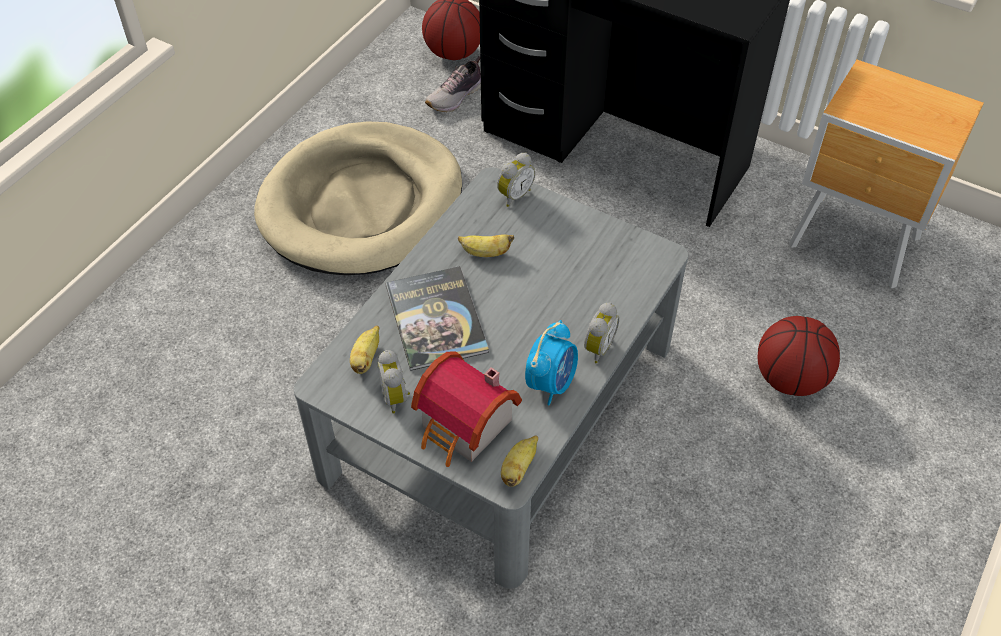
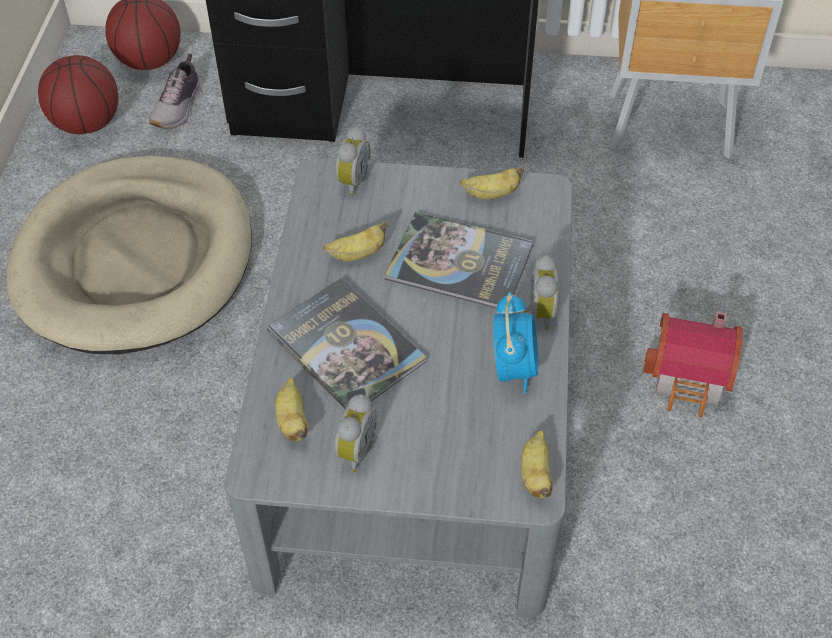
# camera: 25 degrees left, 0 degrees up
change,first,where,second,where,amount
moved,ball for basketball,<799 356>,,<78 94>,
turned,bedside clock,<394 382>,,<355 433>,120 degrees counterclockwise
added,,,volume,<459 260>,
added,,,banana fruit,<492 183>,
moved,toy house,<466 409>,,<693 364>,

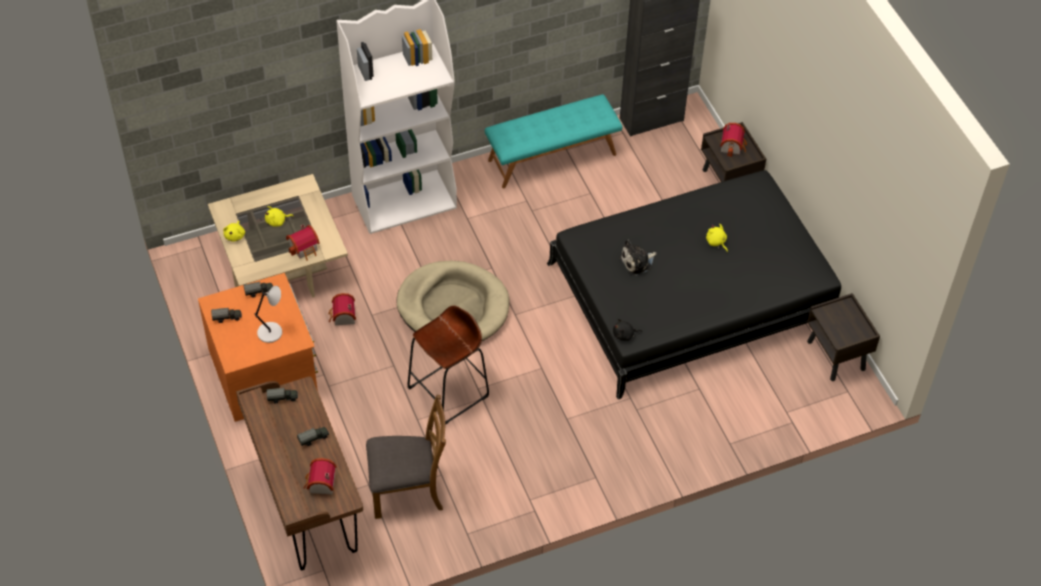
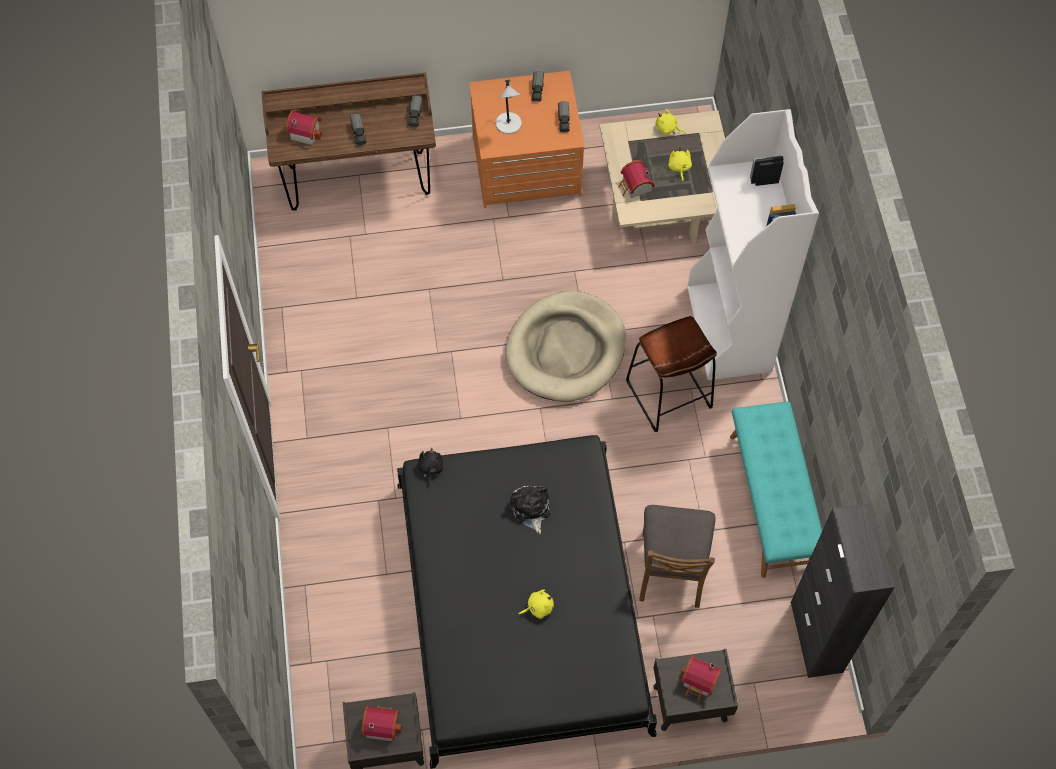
# camera: 105 degrees right, 10 degrees up
change,first,where,second,where,amount
moved,toy house,<342 309>,,<382 724>,
moved,stool seat in brown-coloured,<448 365>,,<671 374>,
moved,plain chair in brown-coloured,<406 457>,,<677 556>,

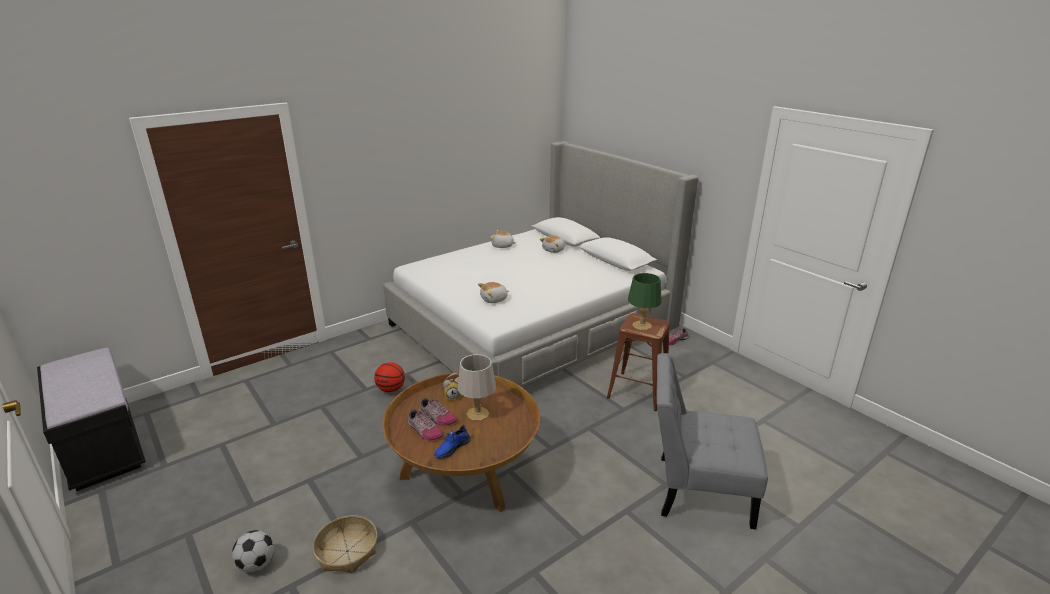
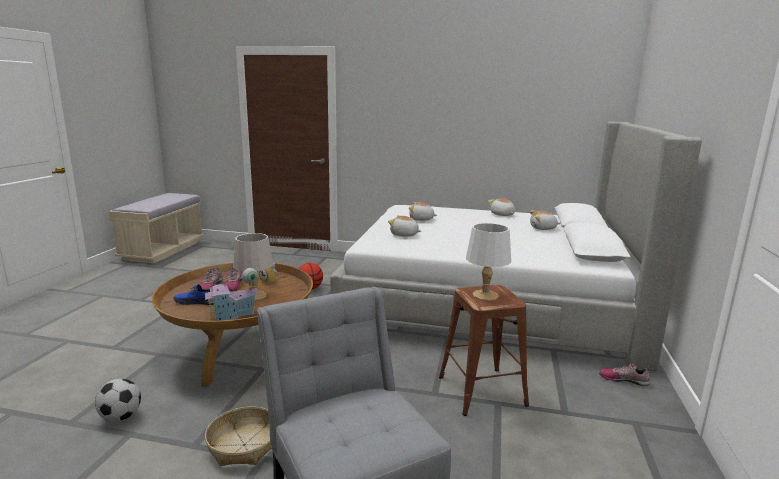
# camera: 50 degrees right, 10 degrees down
change,first,where,second,where,amount
moved,ball for football,<253 551>,,<118 400>,
recoloured,indoor bench in blackish,<91 419>,indoor bench in sand-coloured,<156 228>,
added,,,toy house,<231 294>,
moved,basket,<345 544>,,<238 436>,
added,,,plush toy,<423 211>,
recoloured,tabletop lamp in greenish,<645 301>,tabletop lamp in white,<488 262>,

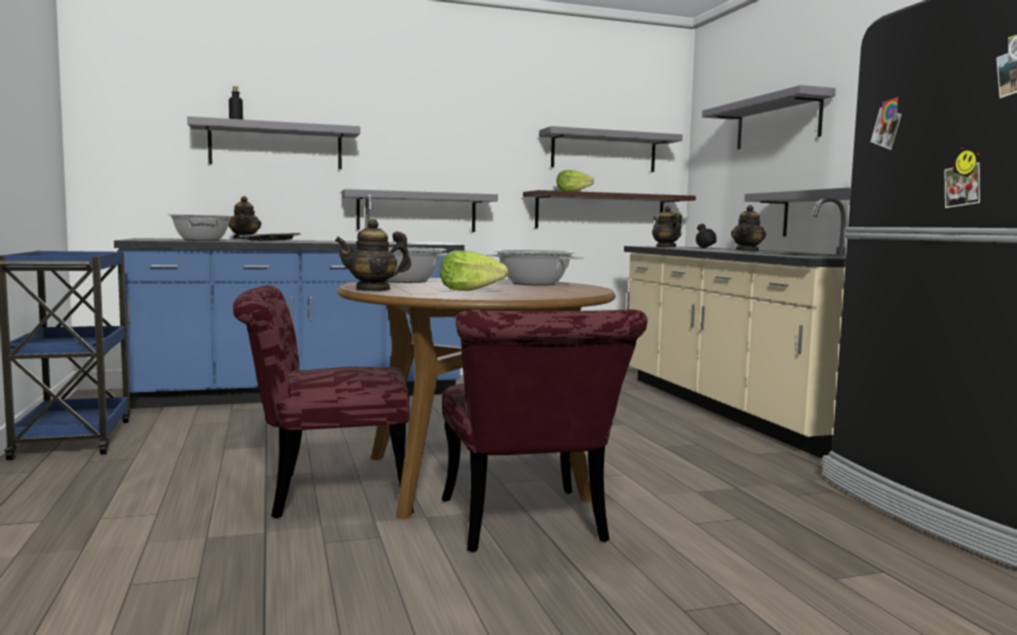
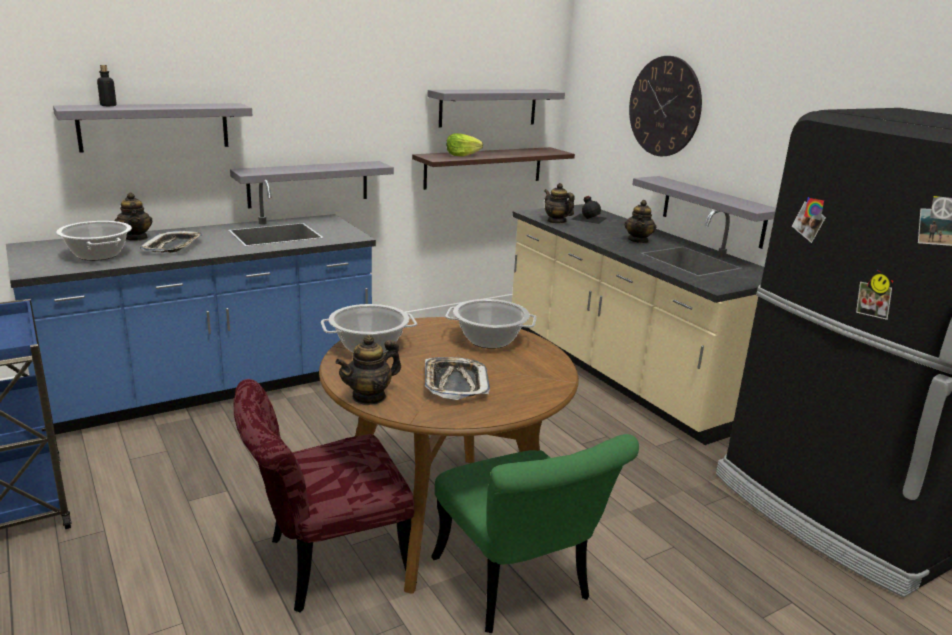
# camera: 15 degrees left, 15 degrees up
change,first,where,second,where,amount
replaced,lettuce head,<474 270>,serving tray,<457 378>,
recoloured,plain chair in red,<545 431>,plain chair in greenish,<535 533>,
replaced,bracket shelf in greyish,<769 117>,clock on the wall,<665 106>,

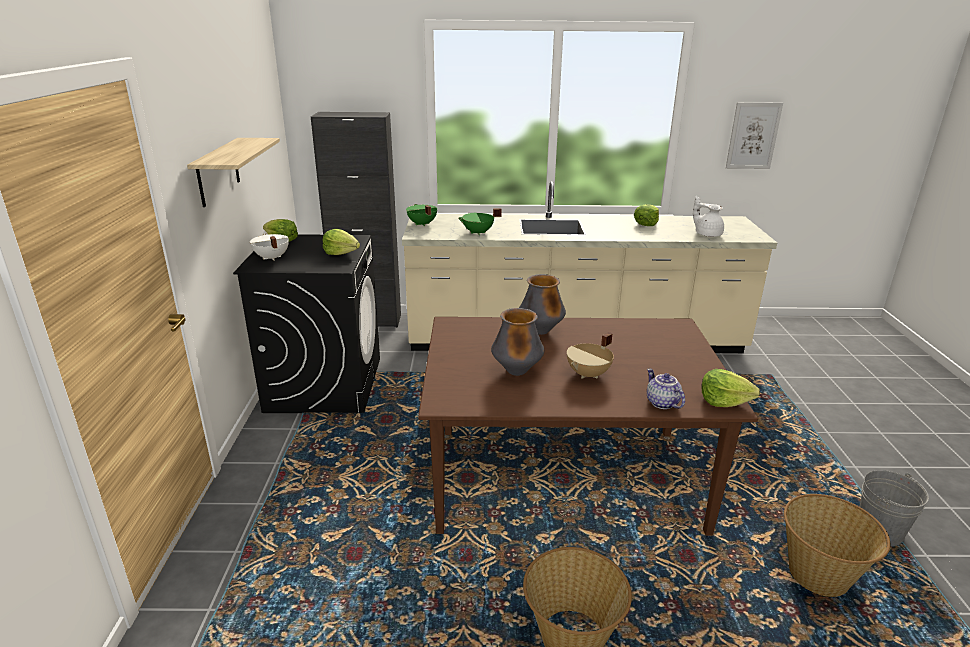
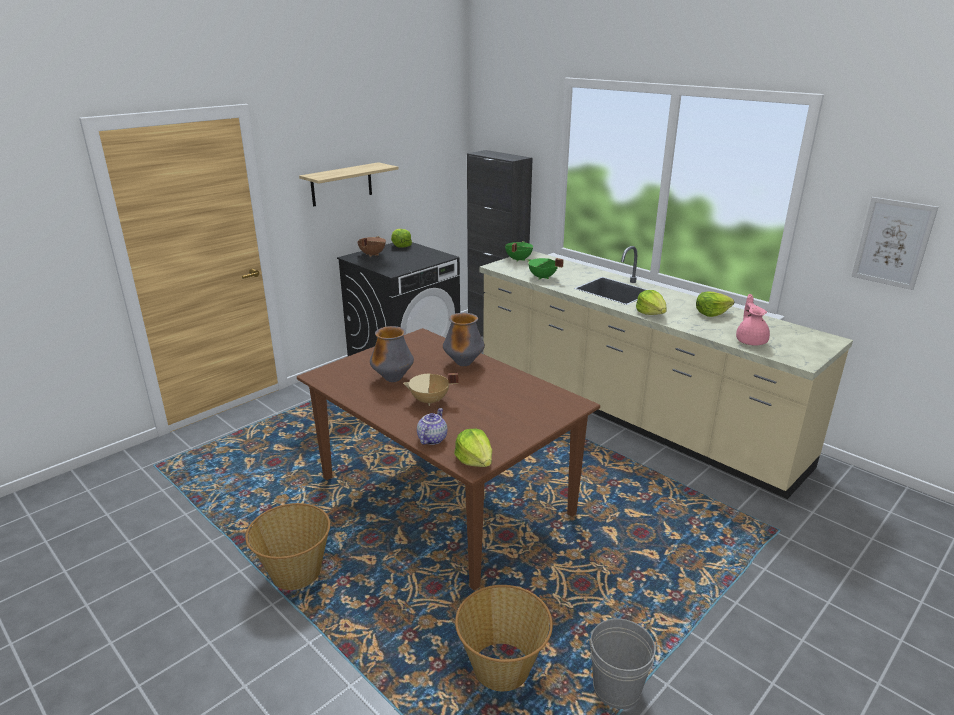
# camera: 45 degrees right, 0 degrees up
change,first,where,second,where,amount
recoloured,cooking pot in white,<269 247>,cooking pot in brown-coloured,<372 246>,
moved,lettuce head,<341 242>,,<651 302>,
recoloured,teapot in white,<708 216>,teapot in pinkish,<753 320>,

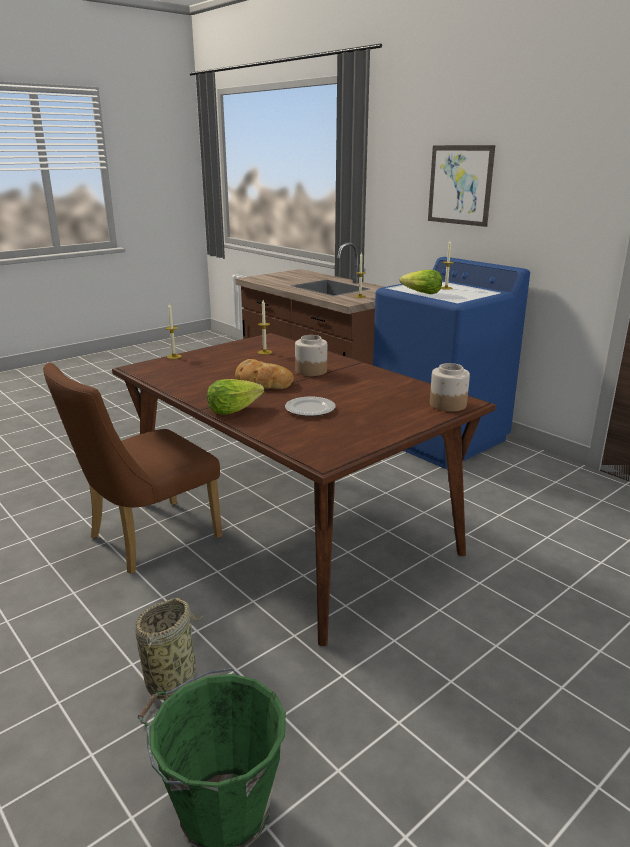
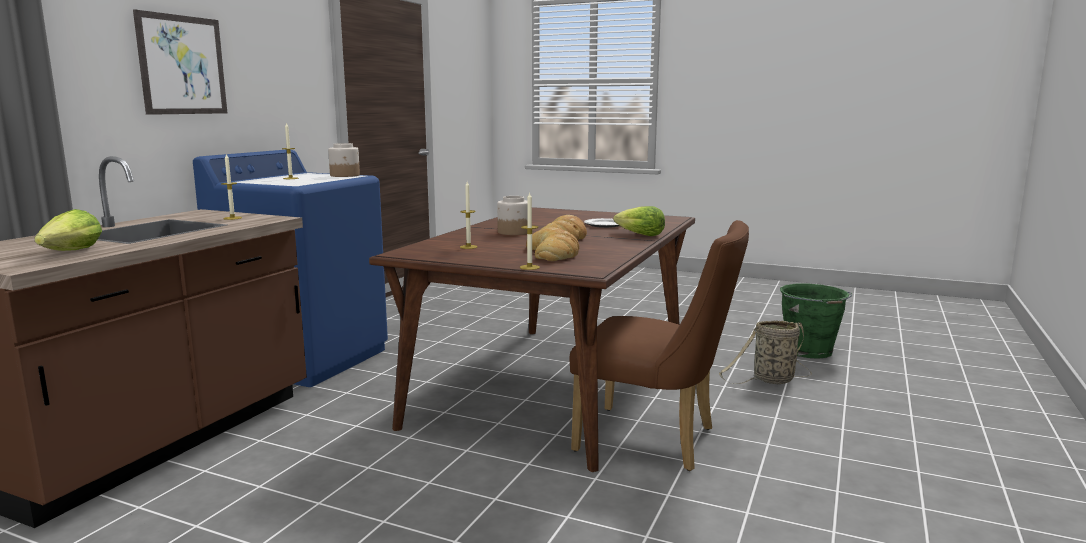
# camera: 115 degrees left, 10 degrees down
change,first,where,second,where,amount
moved,lettuce head,<421 282>,,<68 230>,
moved,preserve jar,<450 387>,,<344 160>,
added,,,bakery bread,<552 244>,

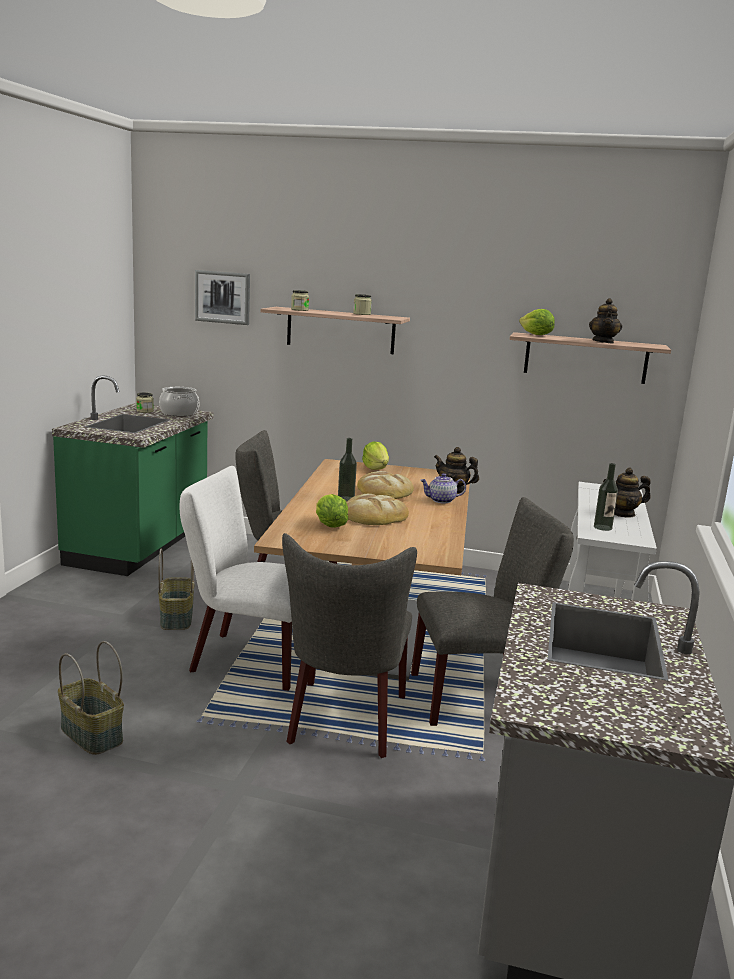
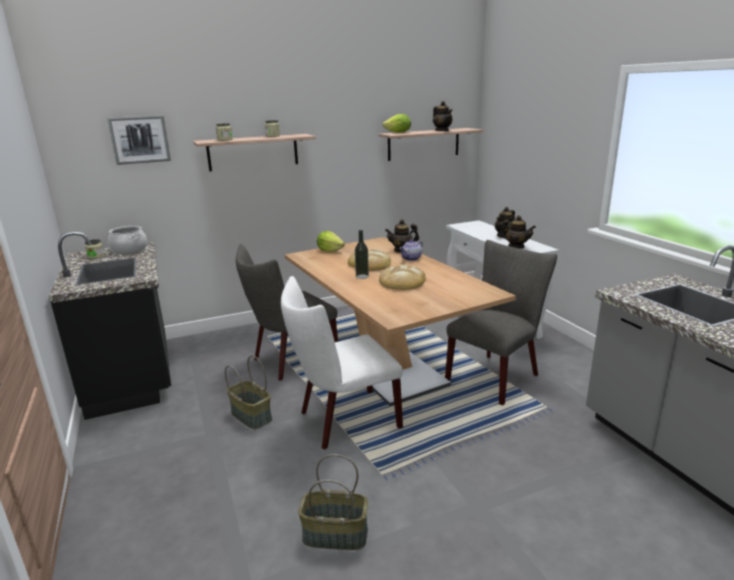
# camera: 35 degrees left, 5 degrees up
change,first,where,second,where,amount
recoloured,kitchen base unit in greenish,<133 475>,kitchen base unit in blackish,<110 326>,
replaced,beverage bottle,<606 497>,teapot,<518 232>,
removed,plain chair in greyish,<349 645>,,,
removed,lettuce head,<332 511>,,,

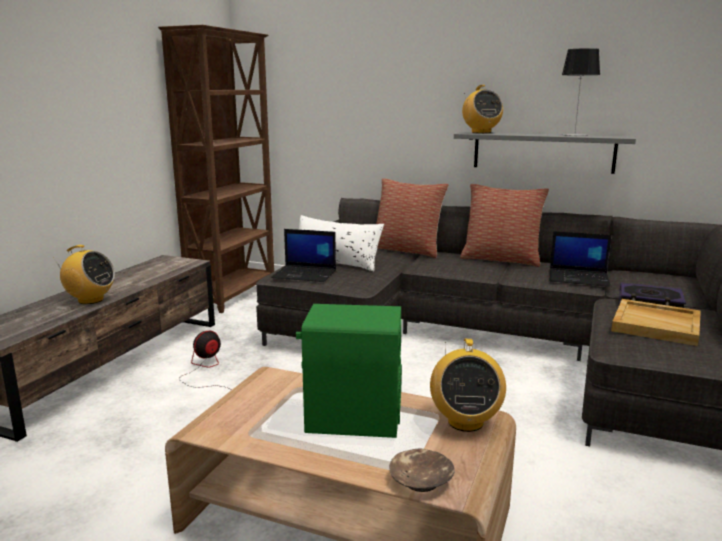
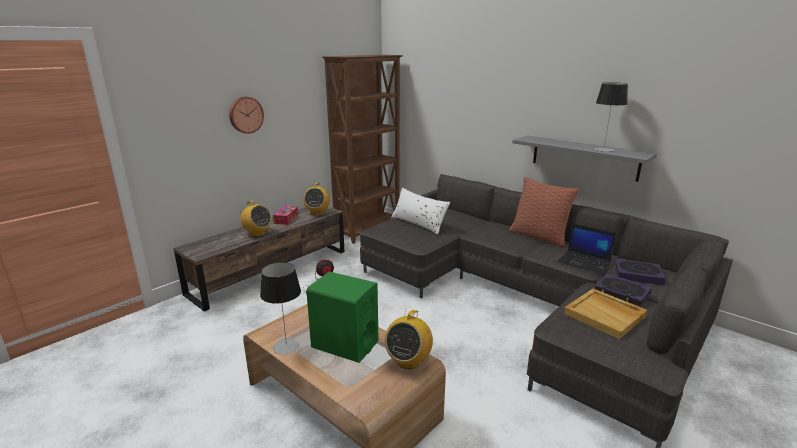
# camera: 20 degrees right, 5 degrees up
change,first,where,second,where,amount
added,,,clock on the wall,<246 115>,
added,,,tabletop lamp,<280 308>,
added,,,box of tissues,<285 215>,
moved,radio receiver,<482 109>,,<316 199>,
added,,,volume,<640 272>,
removed,portable computer,<303 255>,,,
removed,pillow,<412 218>,,,
removed,serving bowl in brown-coloured,<421 470>,,,

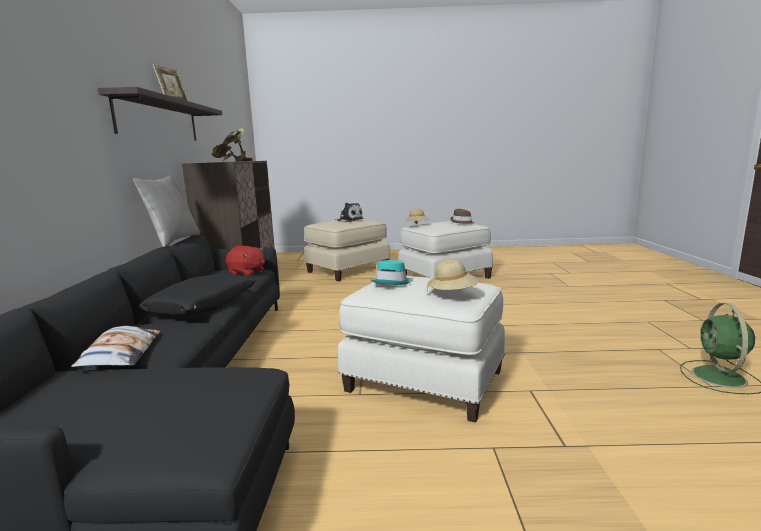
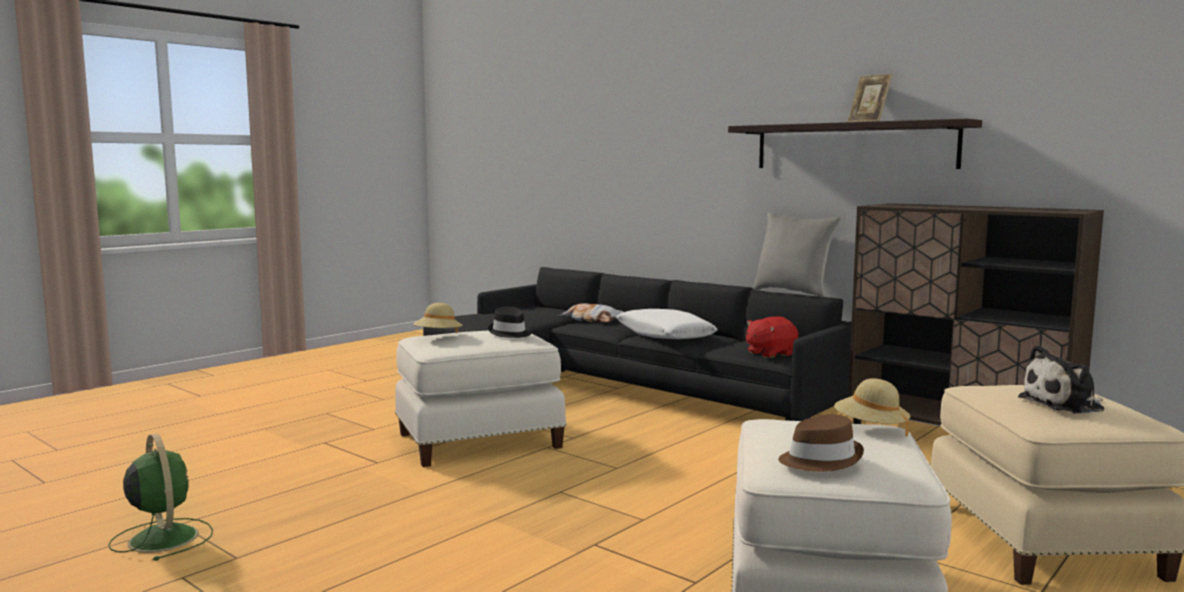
# camera: 130 degrees right, 5 degrees down
change,first,where,second,where,amount
recoloured,hat in turquoise,<391 272>,hat in blackish,<509 322>,
recoloured,pillow in blackish,<197 294>,pillow in white,<667 324>,
removed,potted plant,<232 144>,,,

